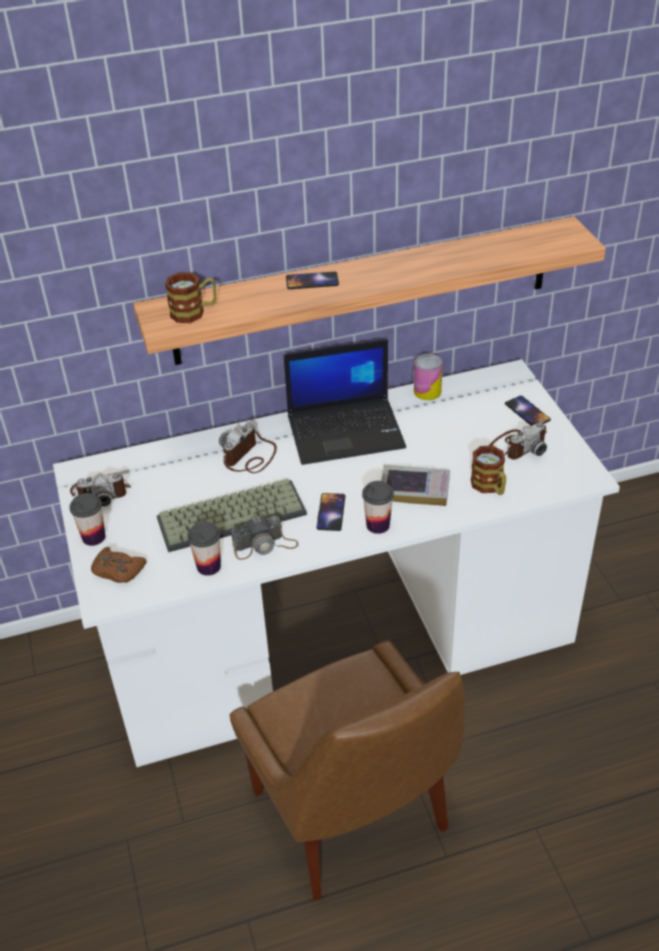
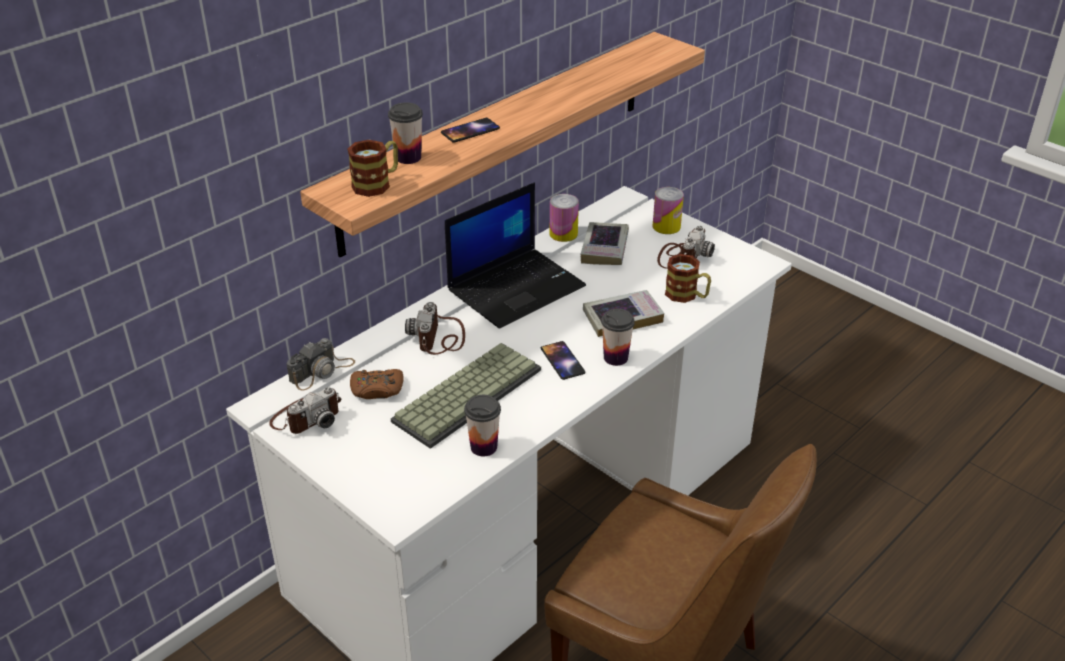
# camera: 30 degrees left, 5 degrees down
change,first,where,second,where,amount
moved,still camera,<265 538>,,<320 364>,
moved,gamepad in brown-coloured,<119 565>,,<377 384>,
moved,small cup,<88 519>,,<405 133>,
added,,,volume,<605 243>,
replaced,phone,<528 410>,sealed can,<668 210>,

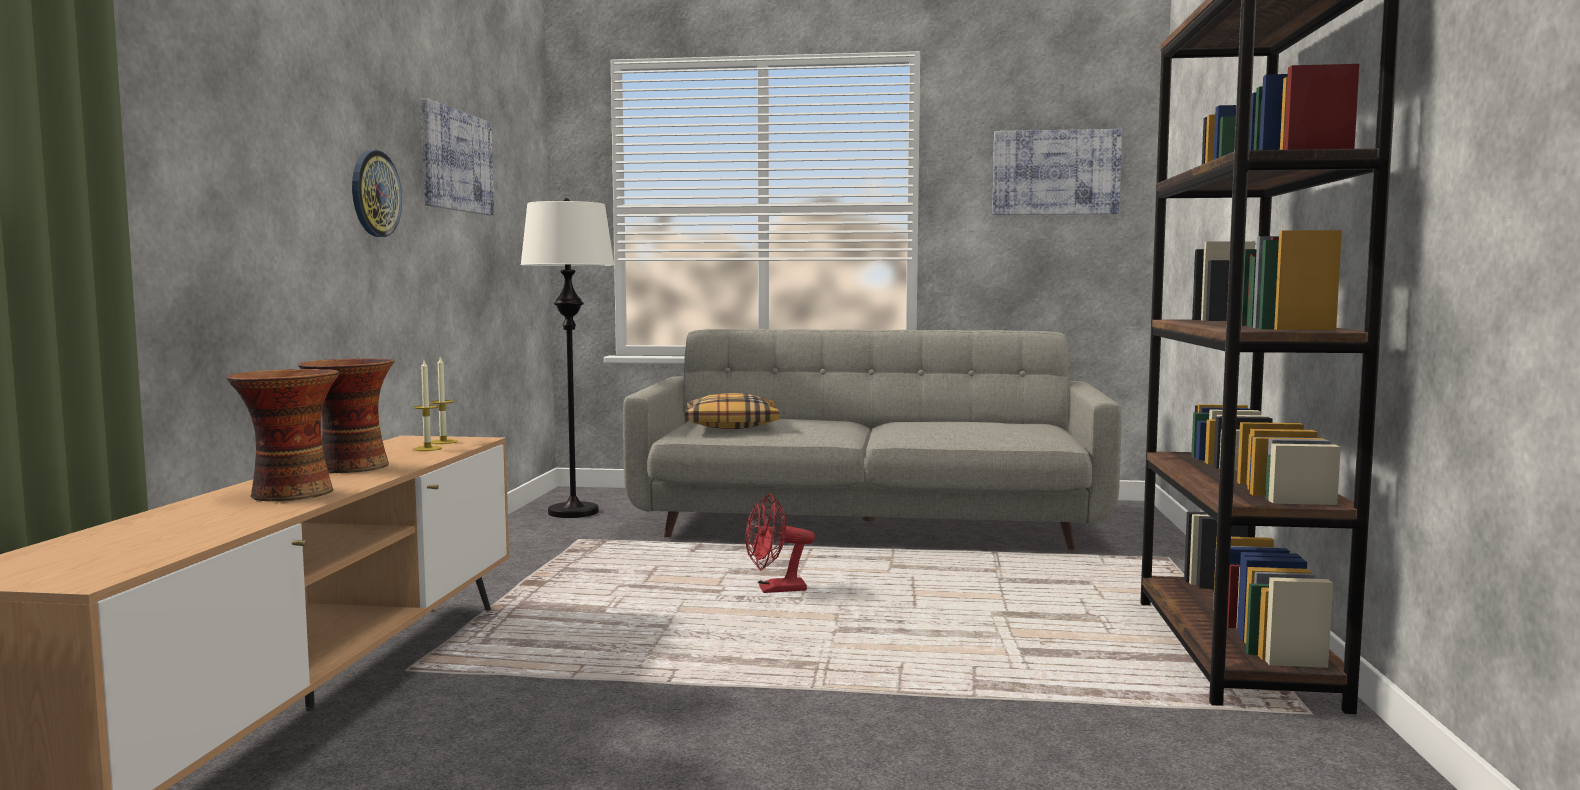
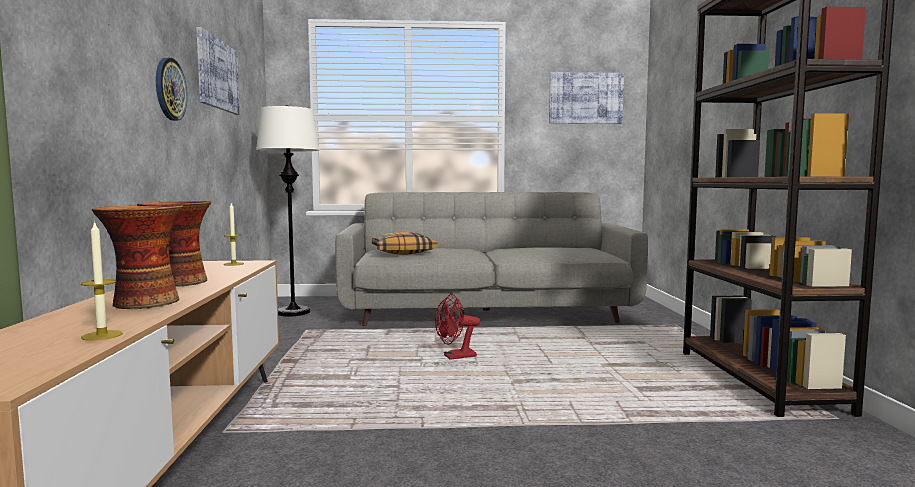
# camera: 10 degrees left, 0 degrees up
change,first,where,second,where,amount
moved,wax candle,<427 405>,,<102 281>,

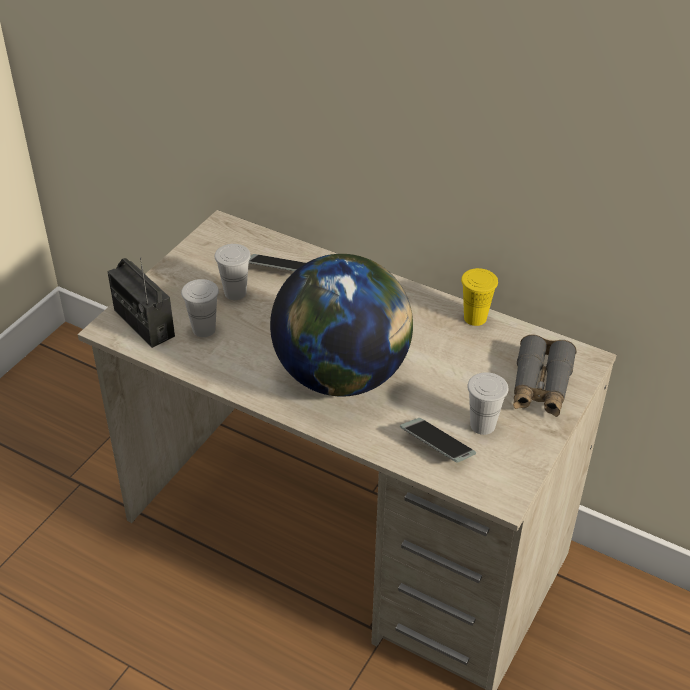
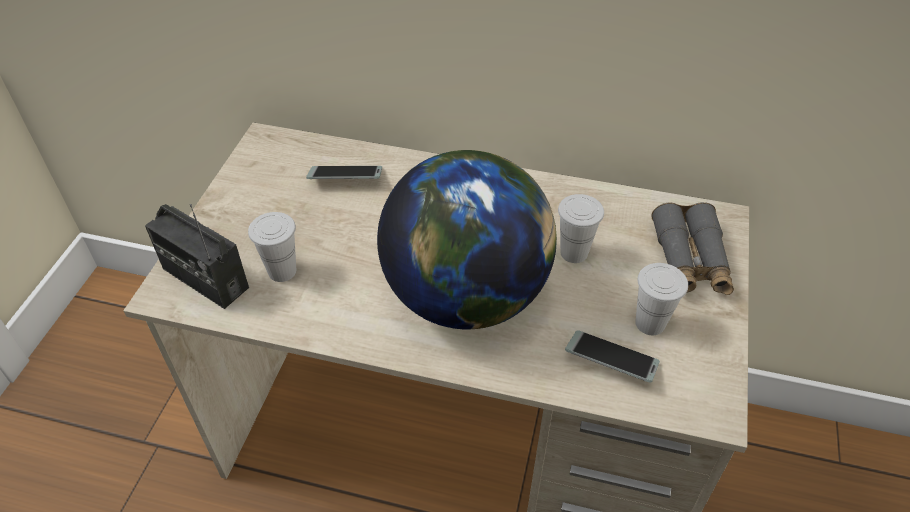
# camera: 15 degrees left, 5 degrees up
change,first,where,second,where,amount
moved,small cup in white,<233 272>,,<581 228>,
removed,small cup in yellowish,<479 297>,,,

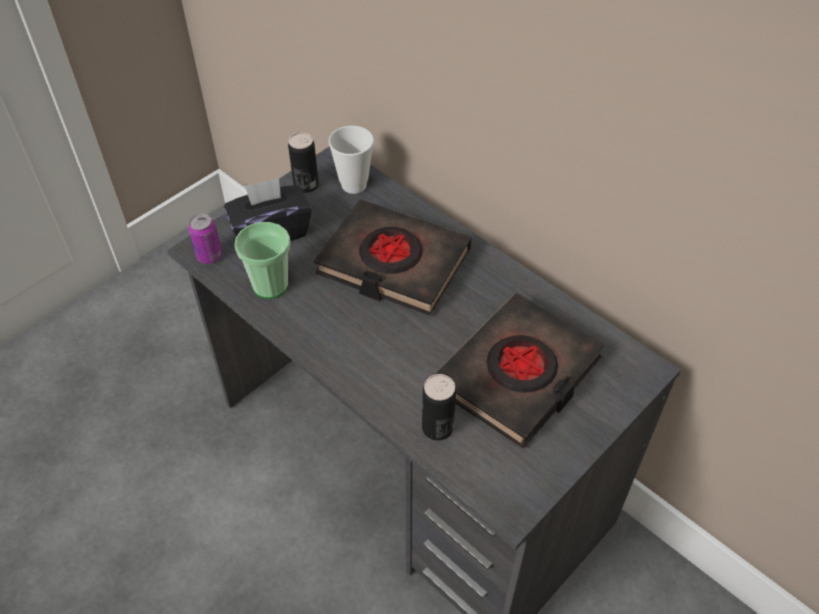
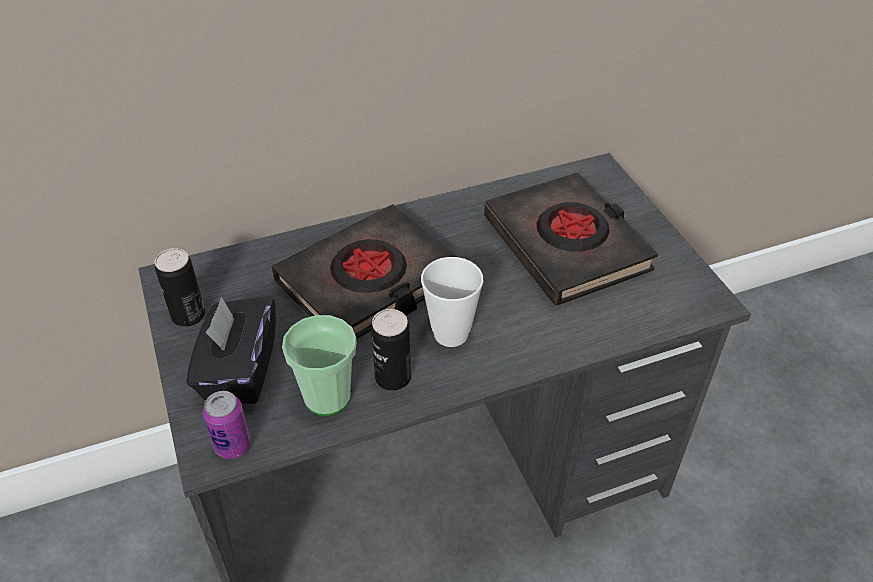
# camera: 65 degrees left, 5 degrees down
change,first,where,second,where,amount
moved,sealed can,<439 407>,,<391 350>,
moved,small cup,<351 160>,,<452 302>,

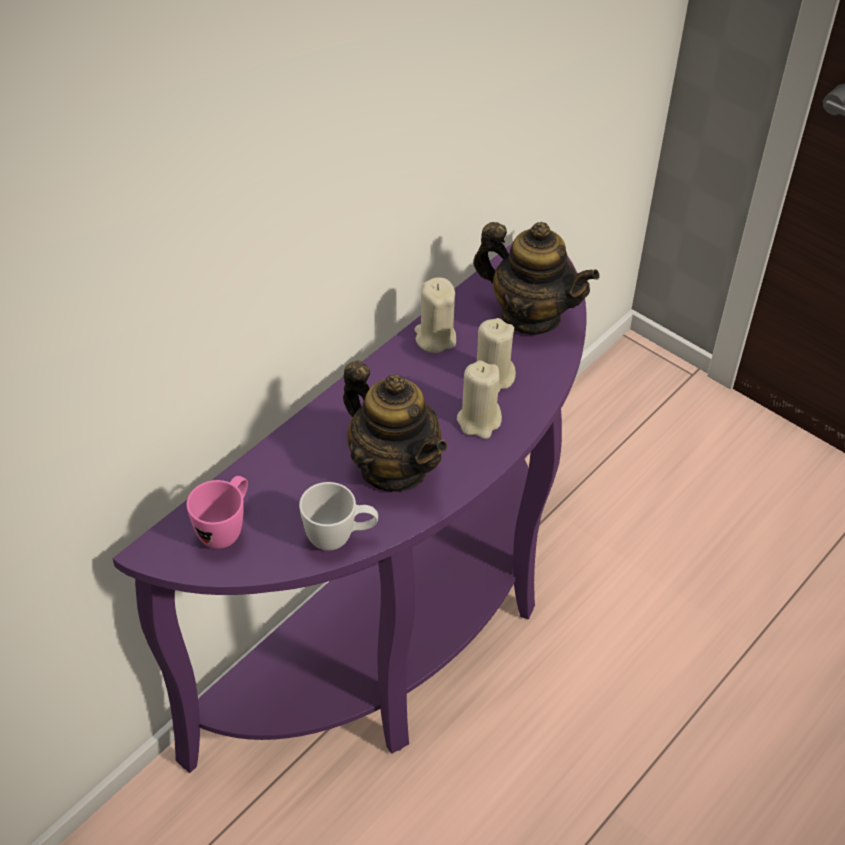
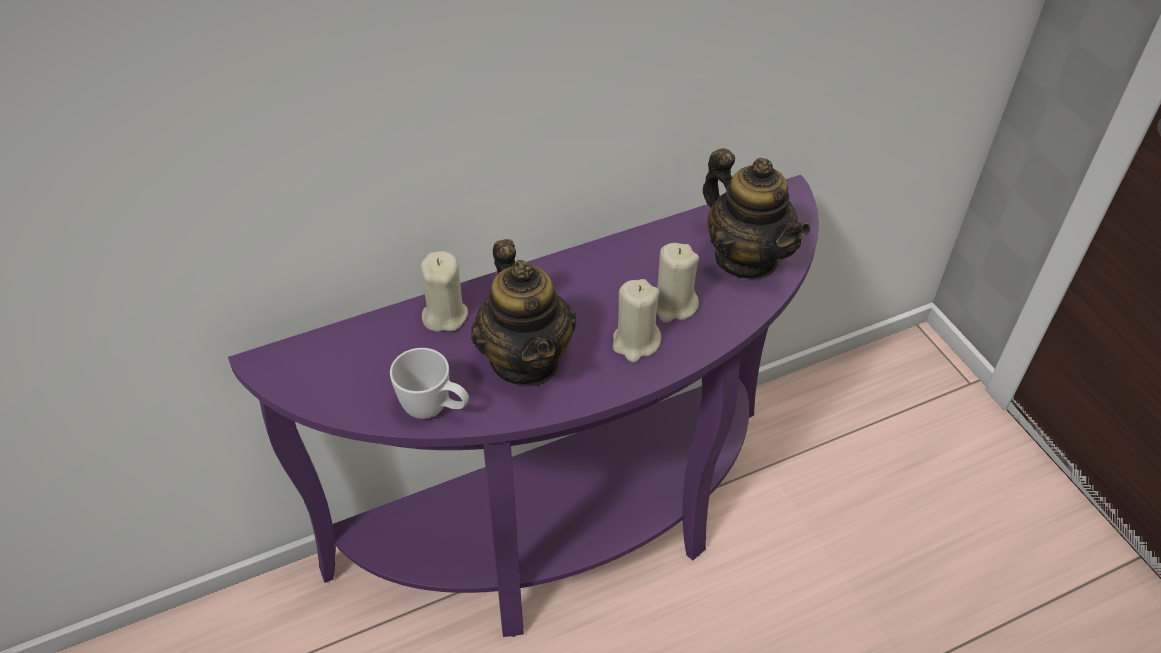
# camera: 25 degrees right, 0 degrees up
change,first,where,second,where,amount
moved,wax candle in sand-coloured,<435 315>,,<444 291>,
removed,mug in pinkish,<217 512>,,,

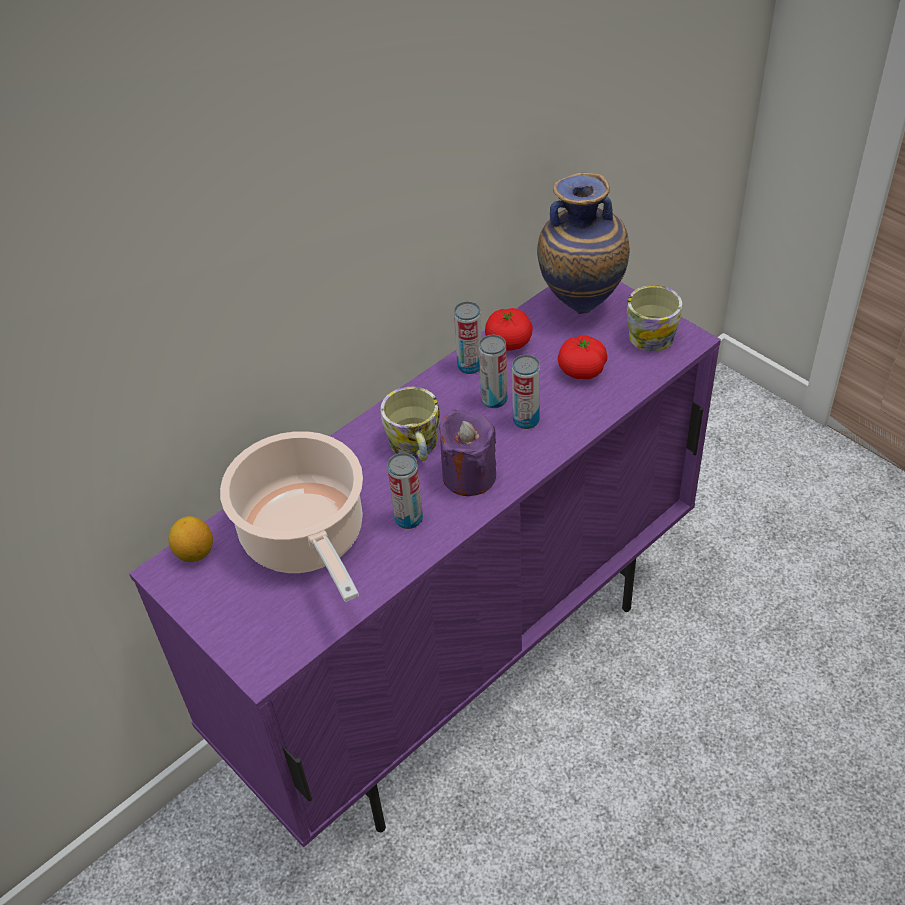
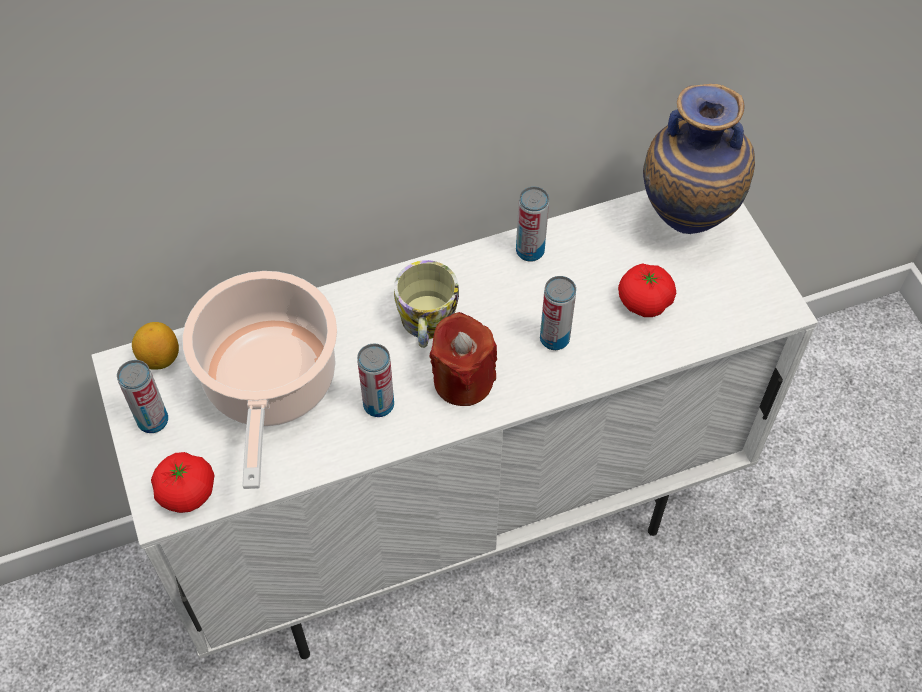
# camera: 20 degrees right, 10 degrees up
change,first,where,second,where,amount
recoloured,cupboard in purple,<425 564>,cupboard in white,<454 424>,
moved,sealed can,<493 371>,,<142 396>,
moved,tomato,<509 329>,,<182 482>,
recoloured,wax candle in purple,<467 453>,wax candle in red,<463 359>,
removed,mug,<654 318>,,,

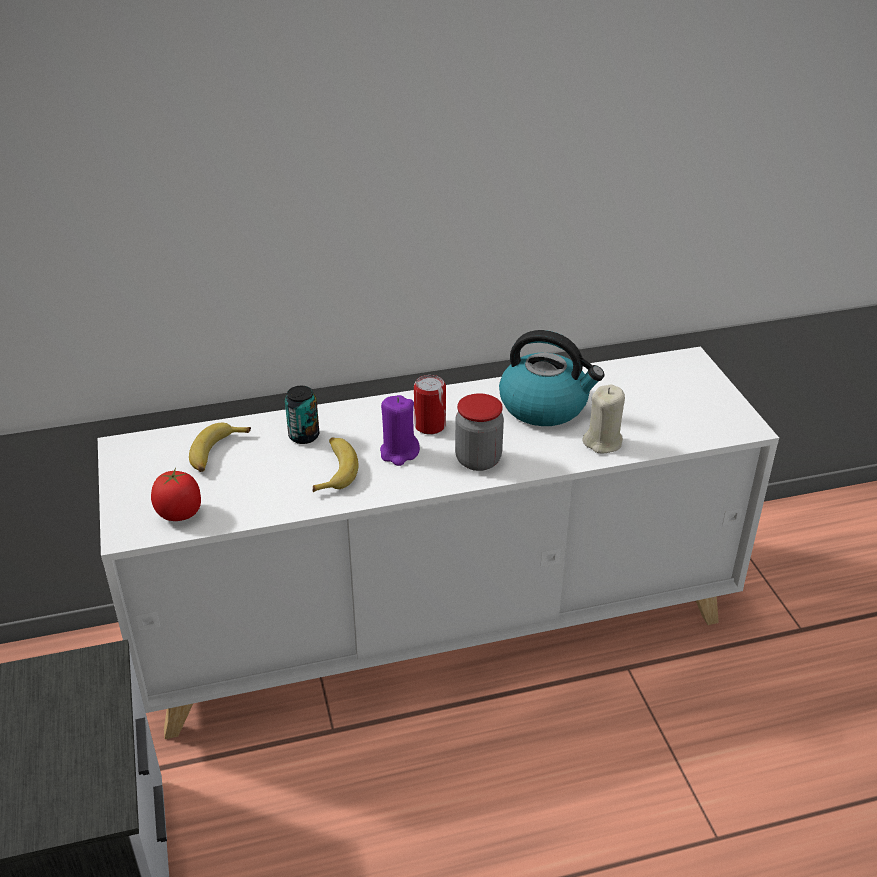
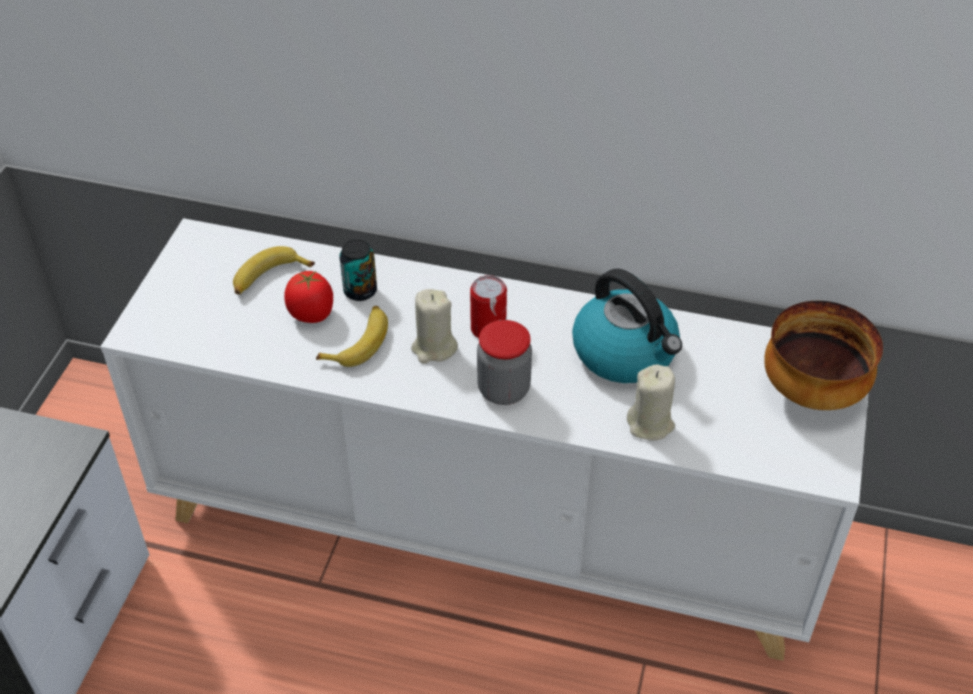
# camera: 30 degrees right, 10 degrees up
change,first,where,second,where,amount
moved,tomato,<176 494>,,<308 296>,
recoloured,wax candle in purple,<400 430>,wax candle in sand-coloured,<434 326>,
added,,,serving bowl,<823 355>,

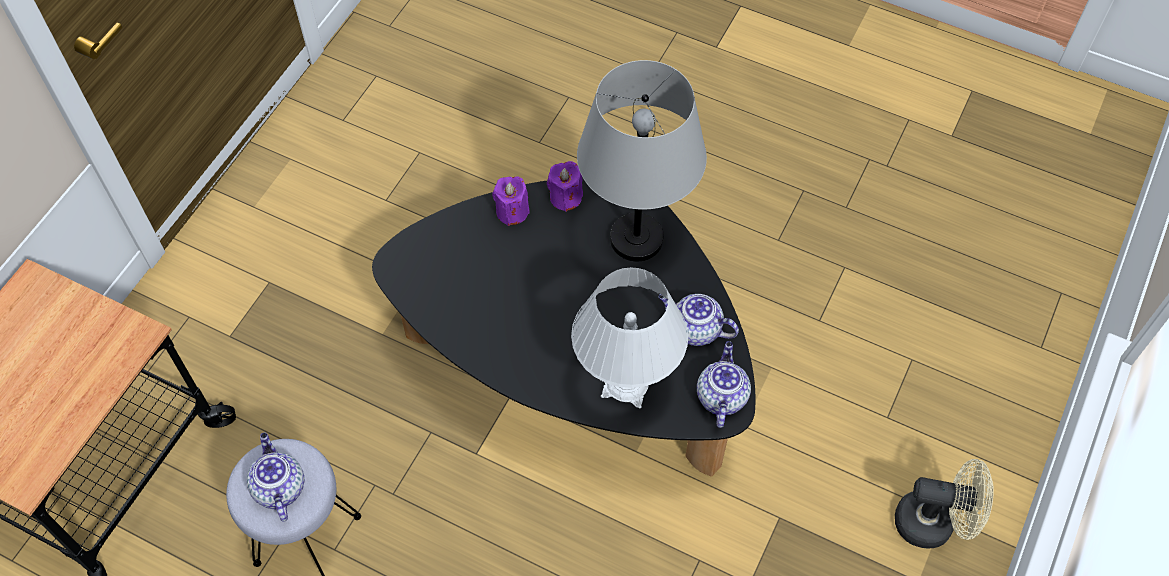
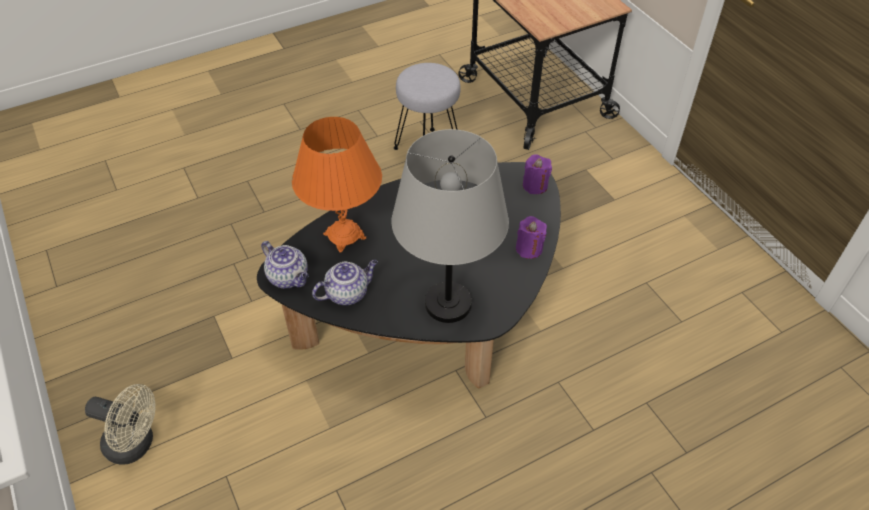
# camera: 125 degrees right, 10 degrees down
change,first,where,second,where,amount
turned,fan in sand-coloured,<944 504>,,<120 424>,120 degrees counterclockwise
recoloured,tabletop lamp in white,<629 337>,tabletop lamp in orange-coloured,<337 185>,
moved,wax candle in purple,<565 186>,,<537 174>,
removed,teapot,<276 477>,,,

